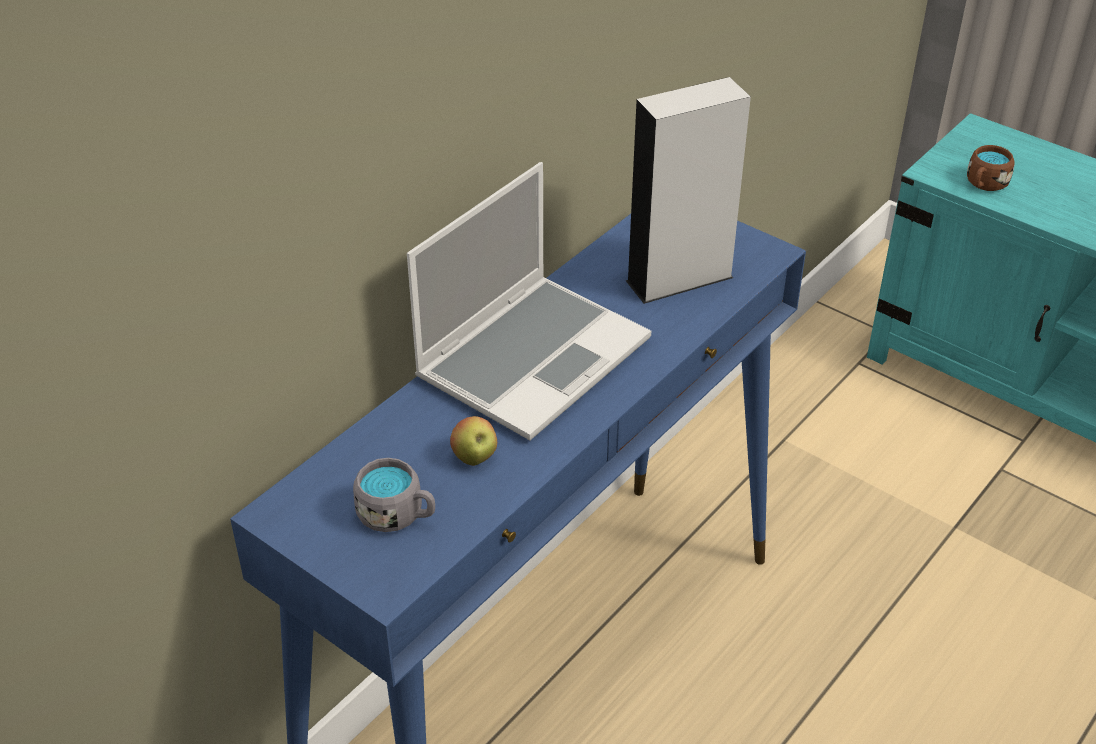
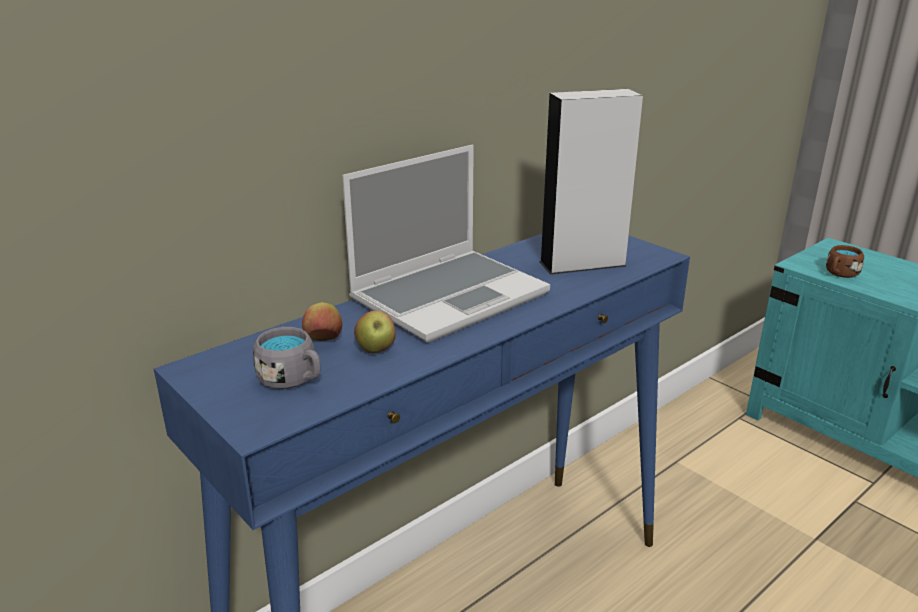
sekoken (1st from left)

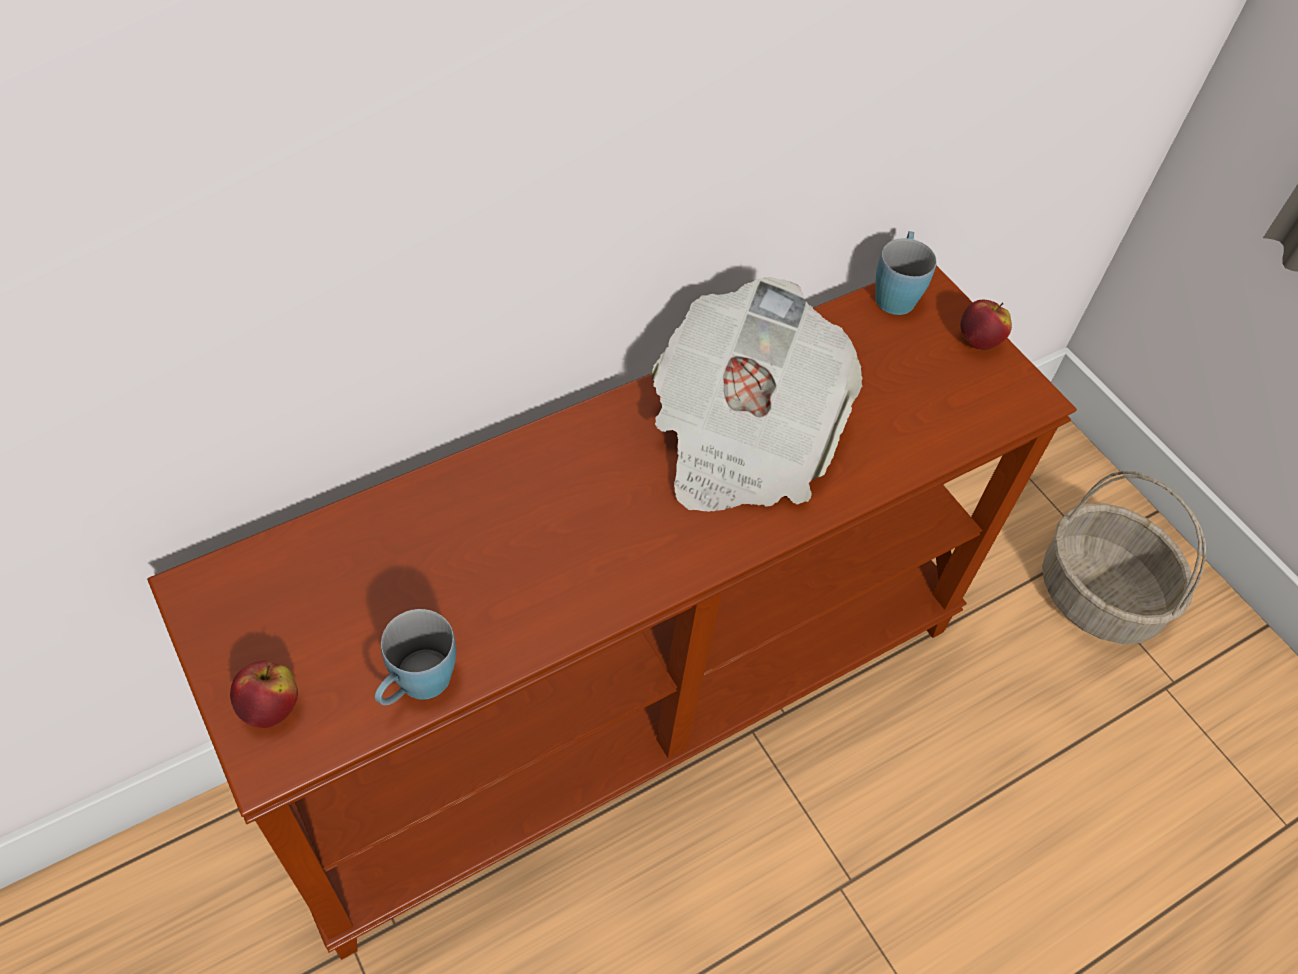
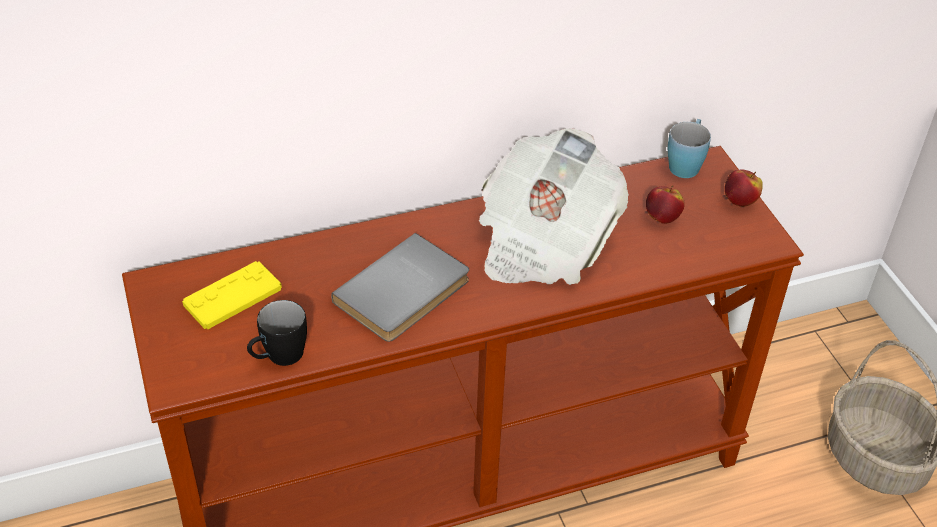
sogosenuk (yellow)
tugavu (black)
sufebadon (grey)
sekoken (1st from left)

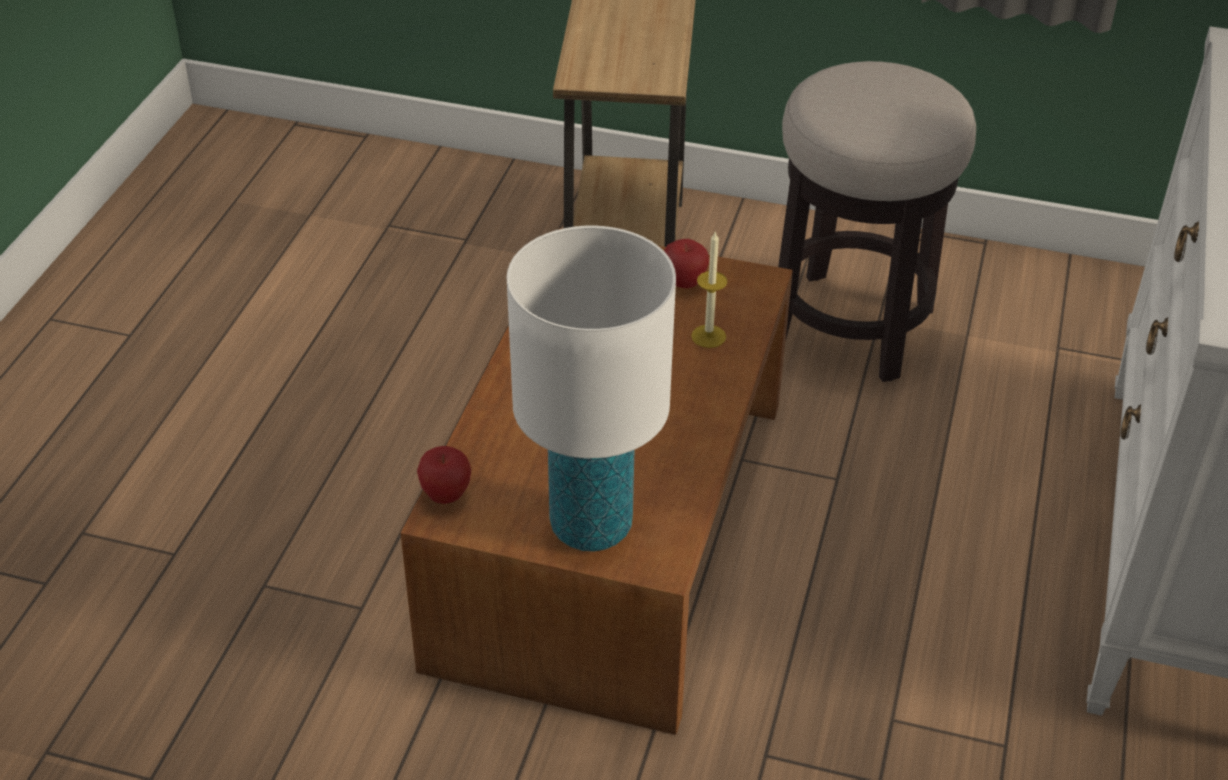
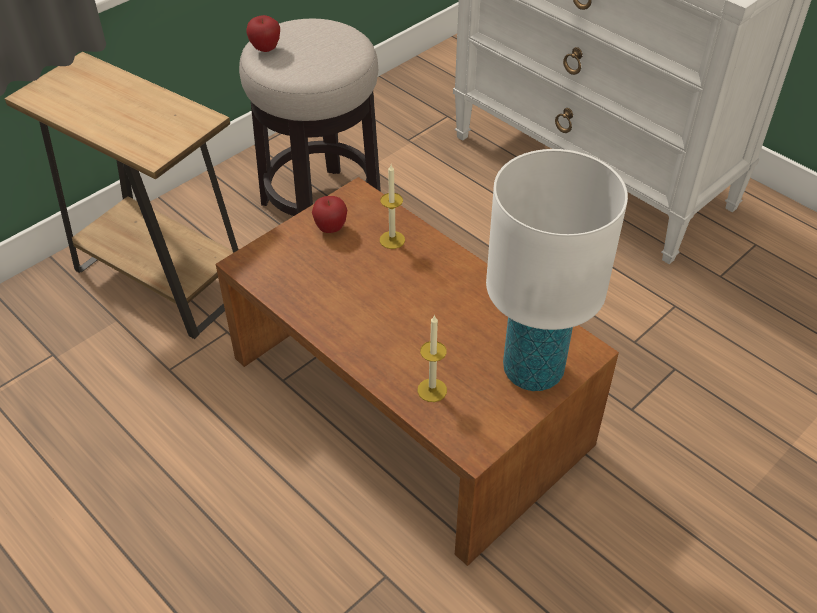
sekoken (1st from left)
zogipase (2nd from left)

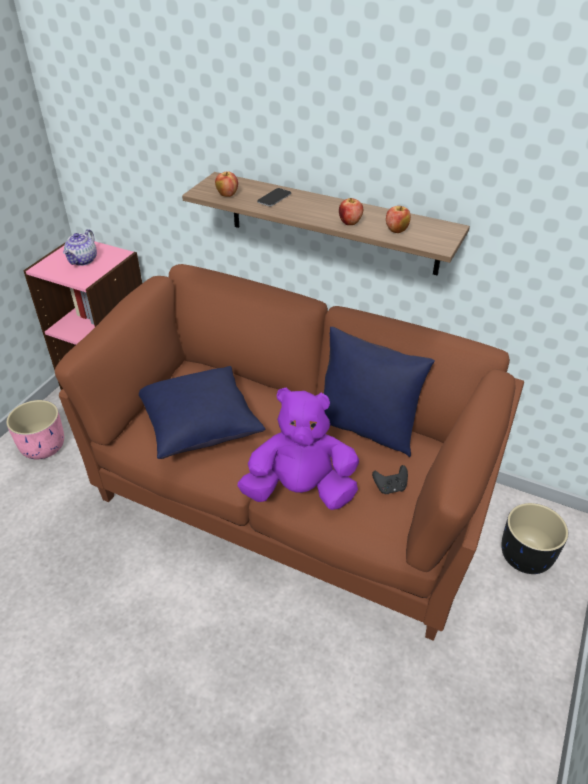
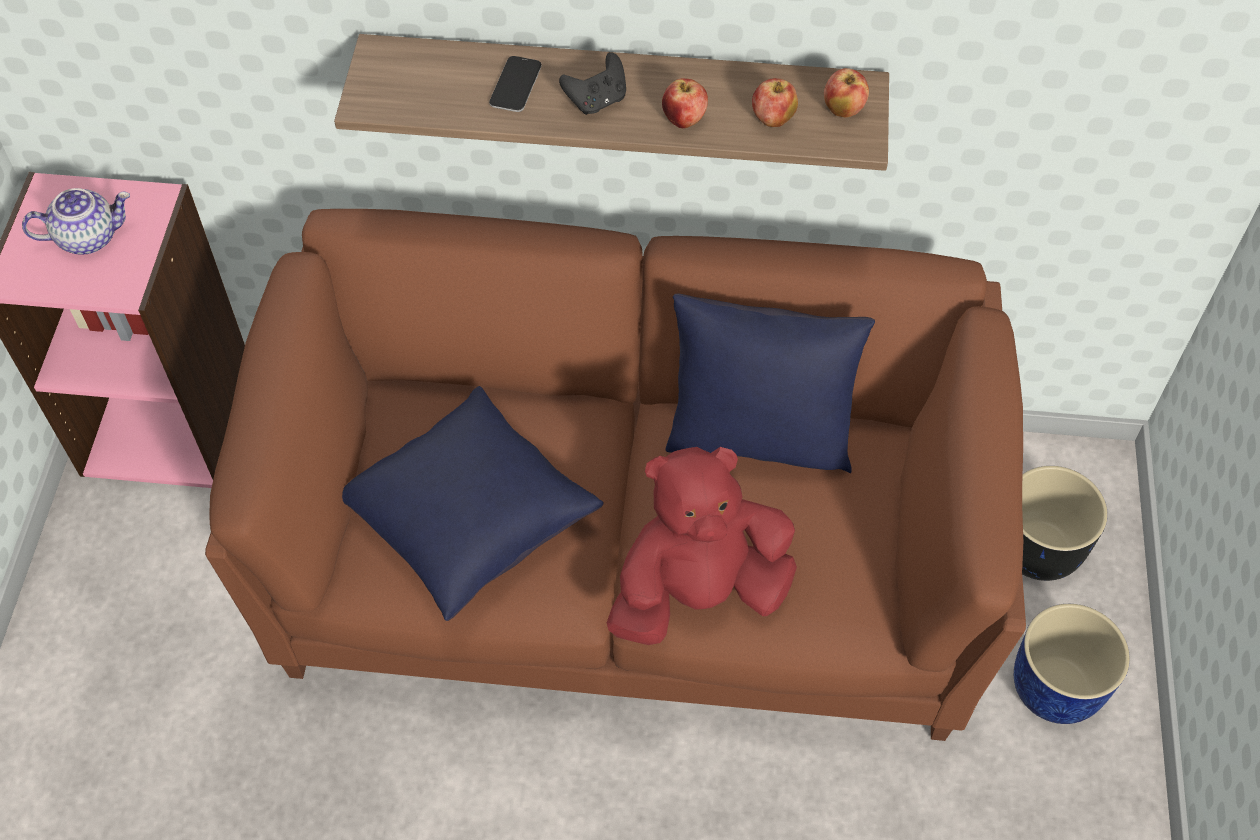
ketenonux
sogosenuk (black)
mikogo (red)
sekoken (3rd from left)
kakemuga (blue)
kakemuga (pink)

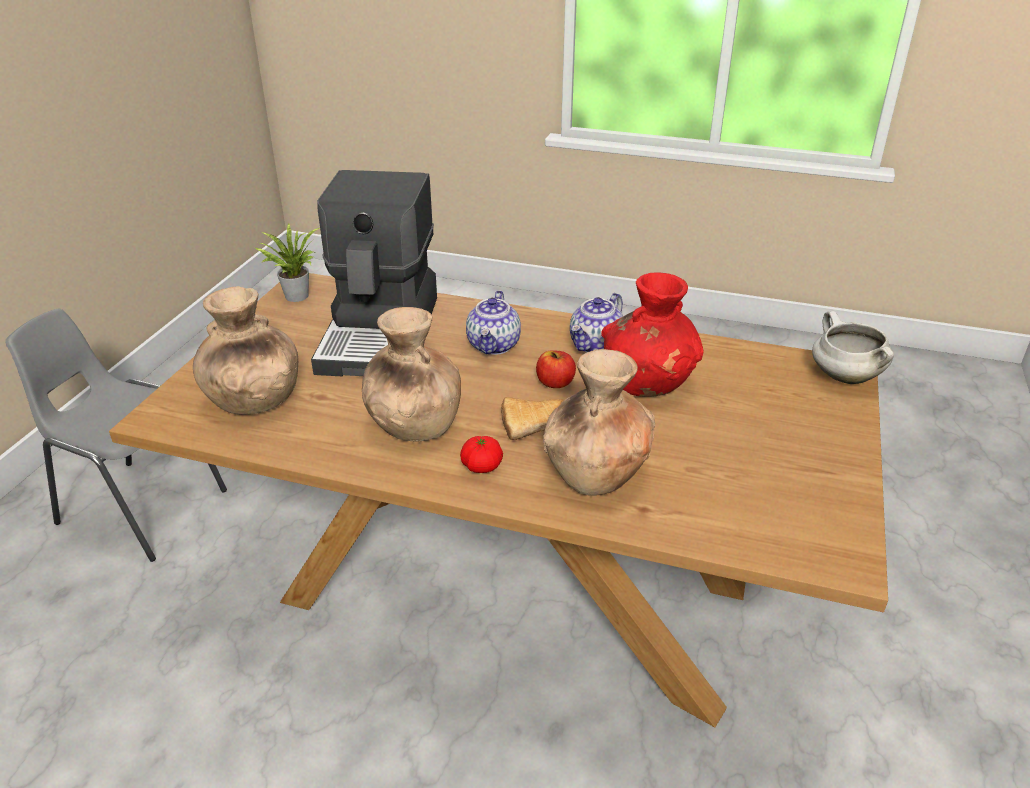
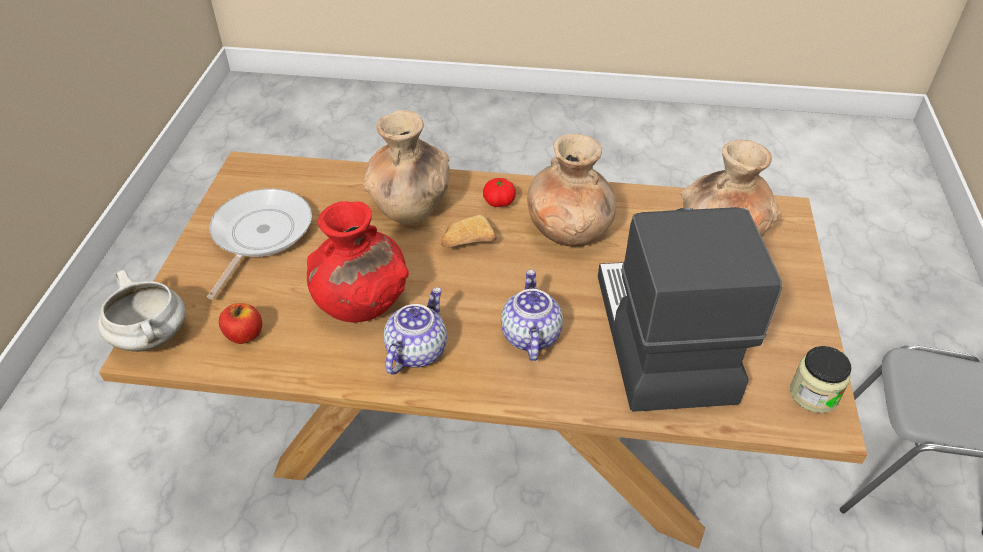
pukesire
sekoken
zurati

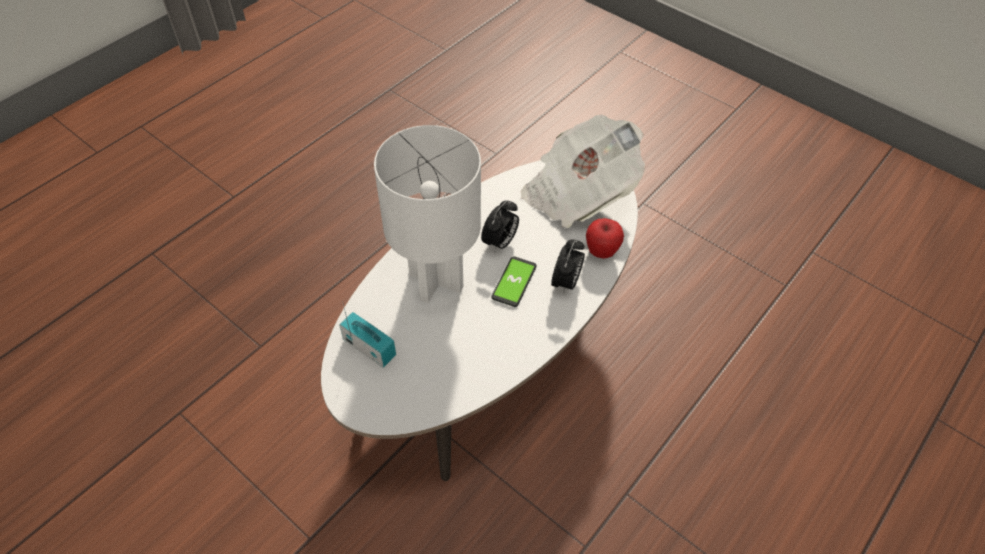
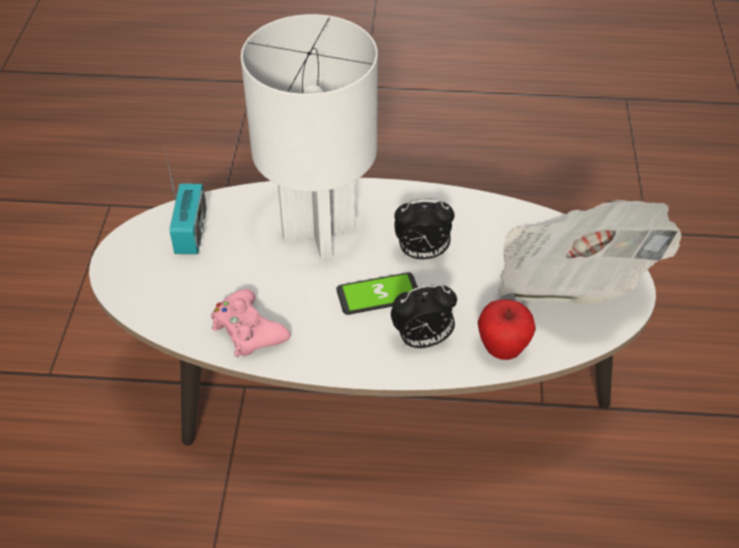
sogosenuk (pink)

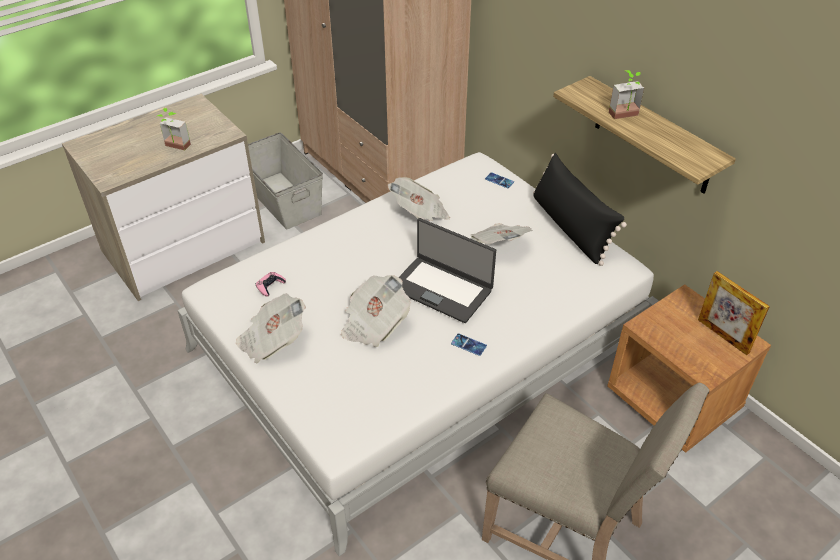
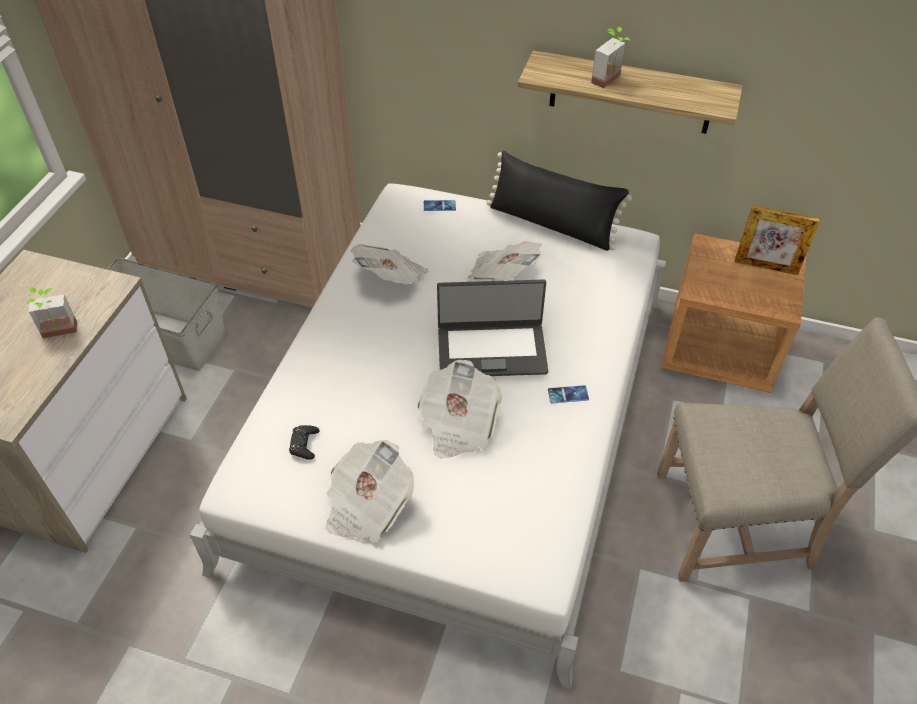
sogosenuk (black)

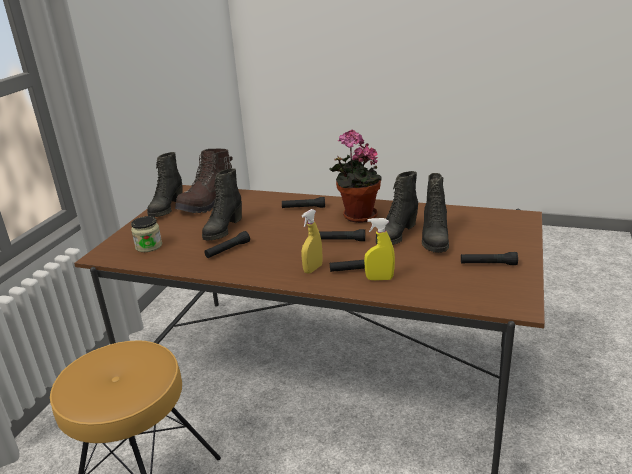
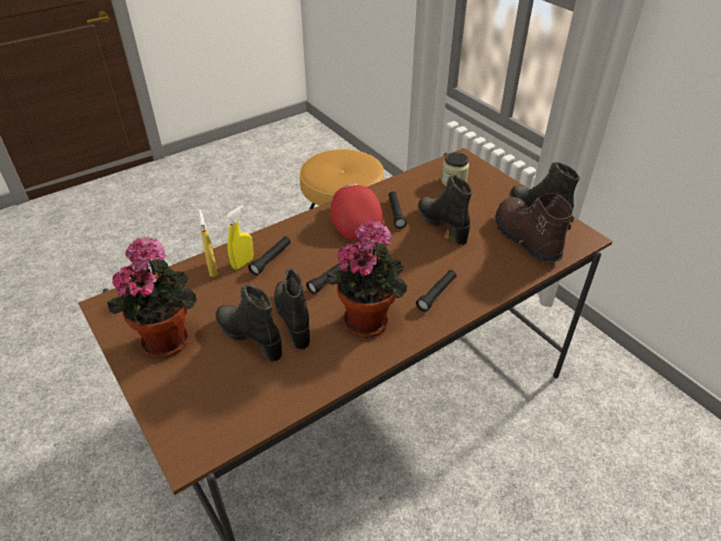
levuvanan (1st from left)
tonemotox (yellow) (1st from left)
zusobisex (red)

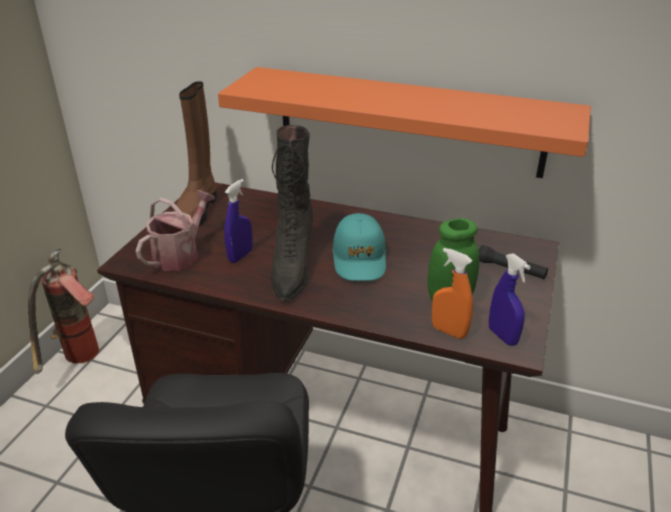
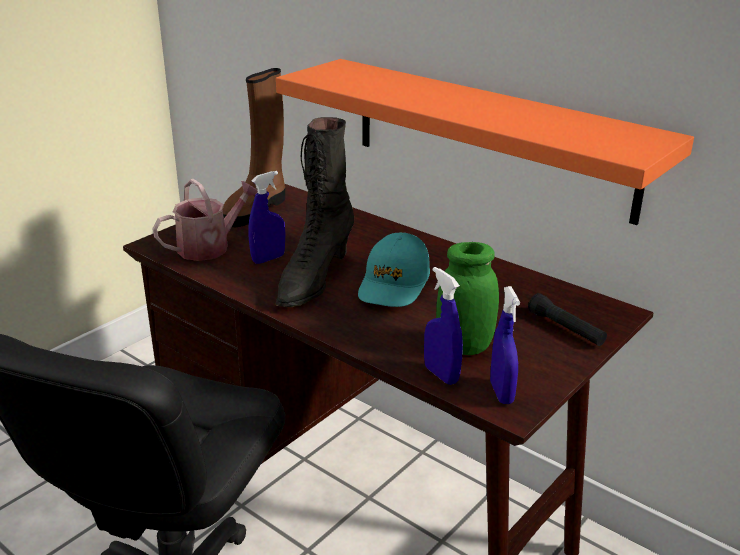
tonemotox (blue) (2nd from left)
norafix

